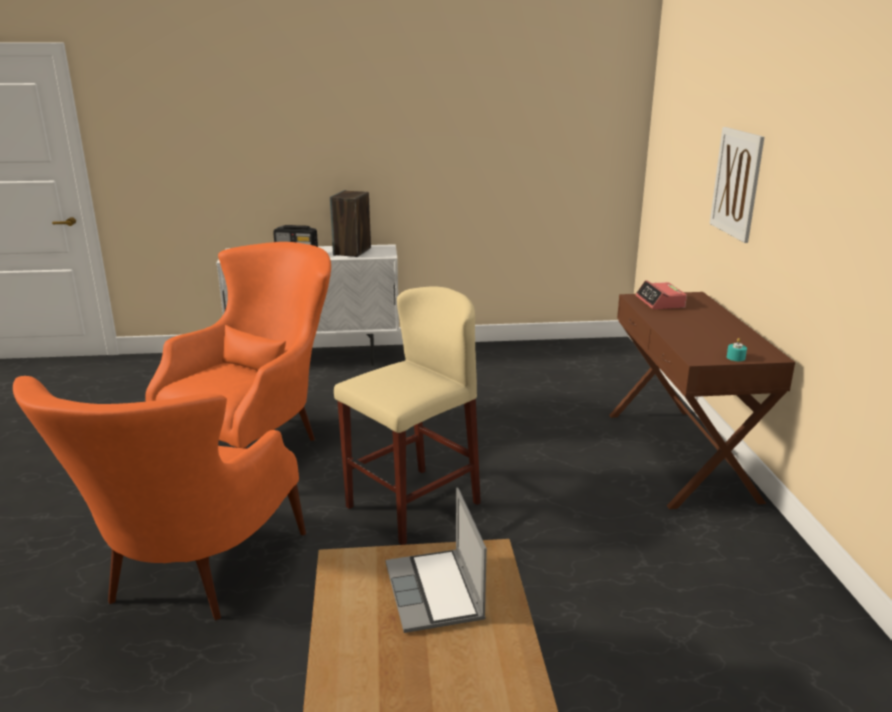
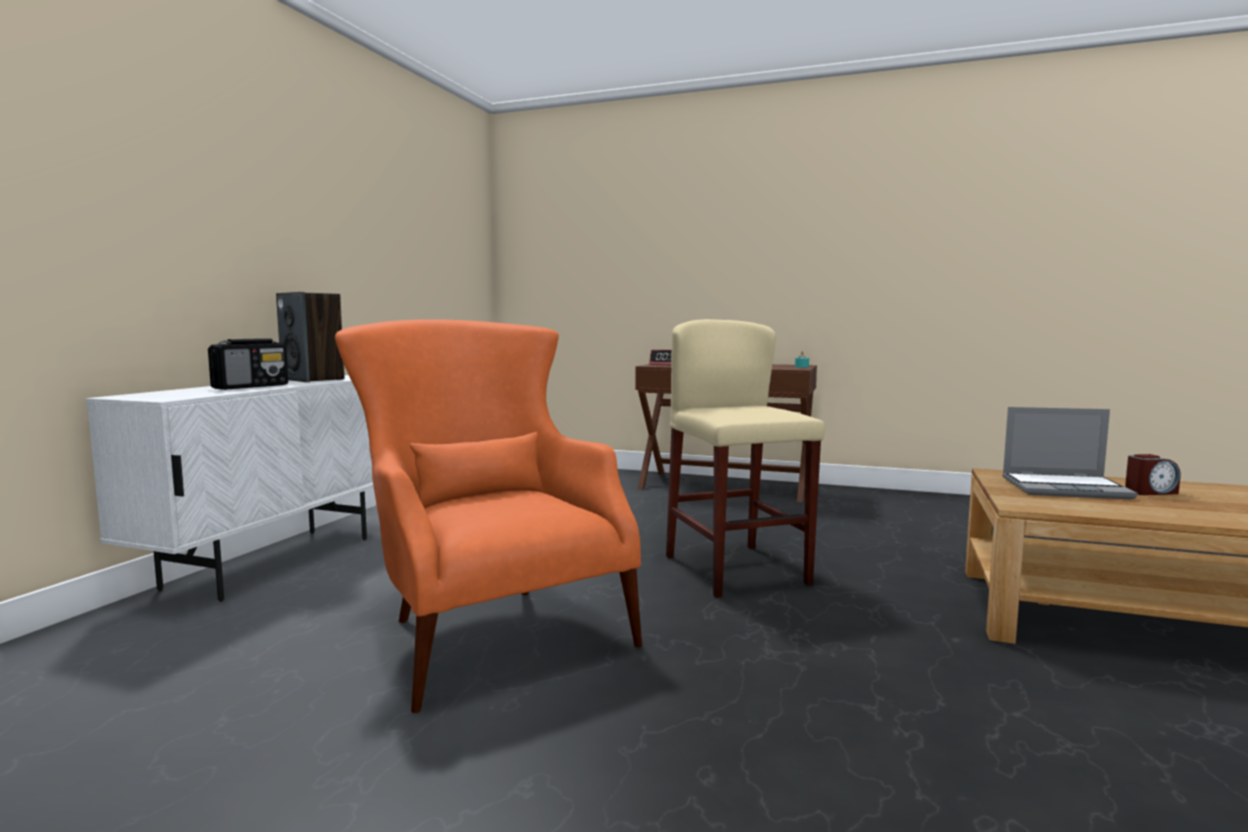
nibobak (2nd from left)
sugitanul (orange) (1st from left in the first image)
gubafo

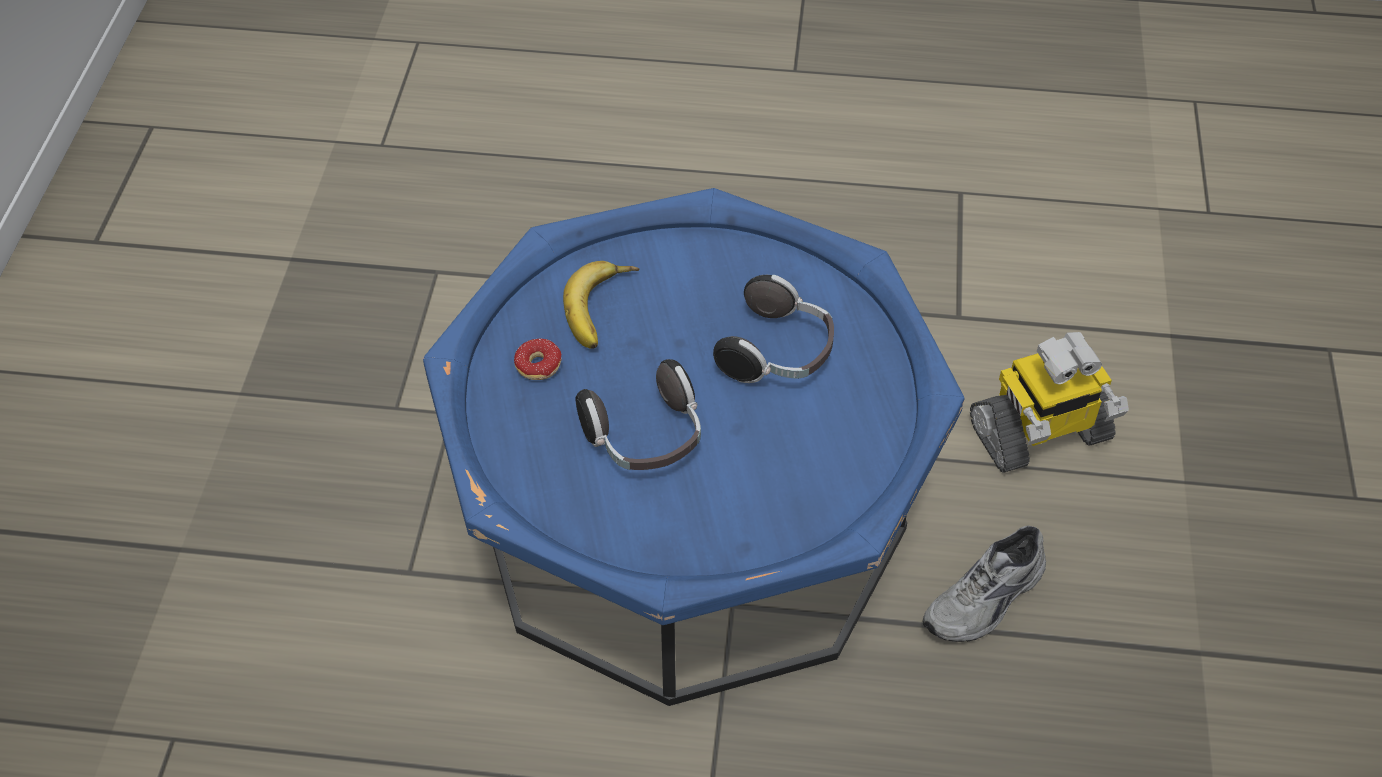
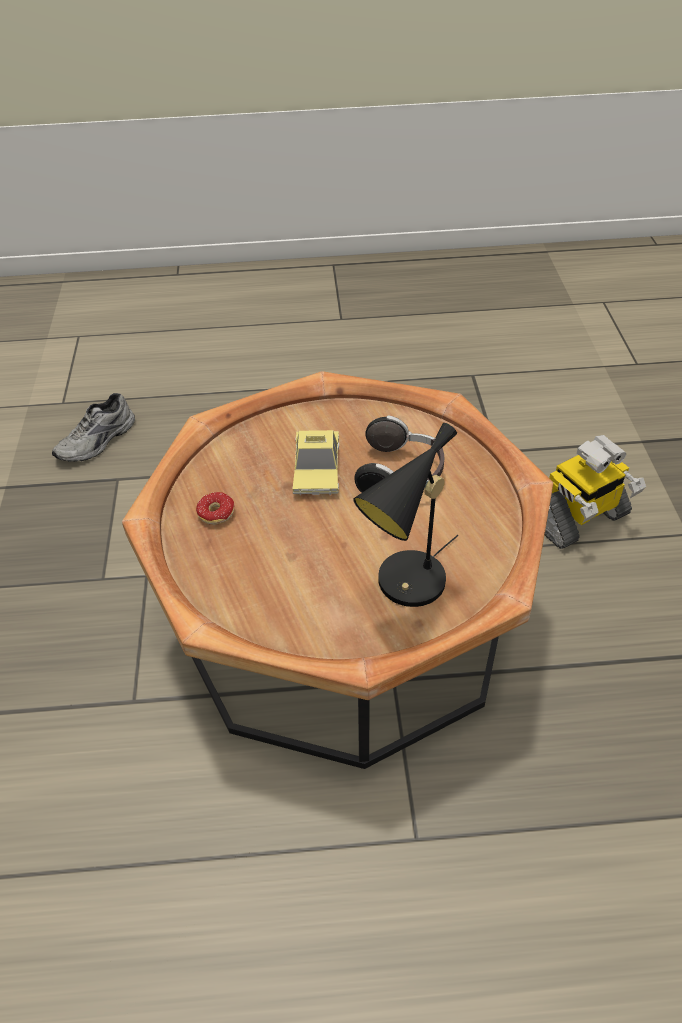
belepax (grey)
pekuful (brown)
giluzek
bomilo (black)
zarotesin
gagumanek (1st from left in the first image)

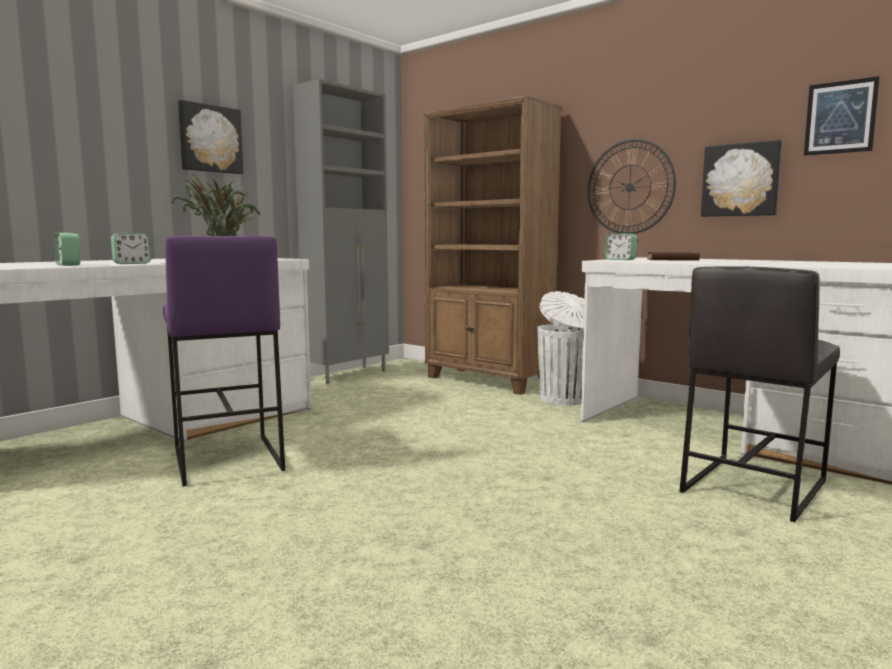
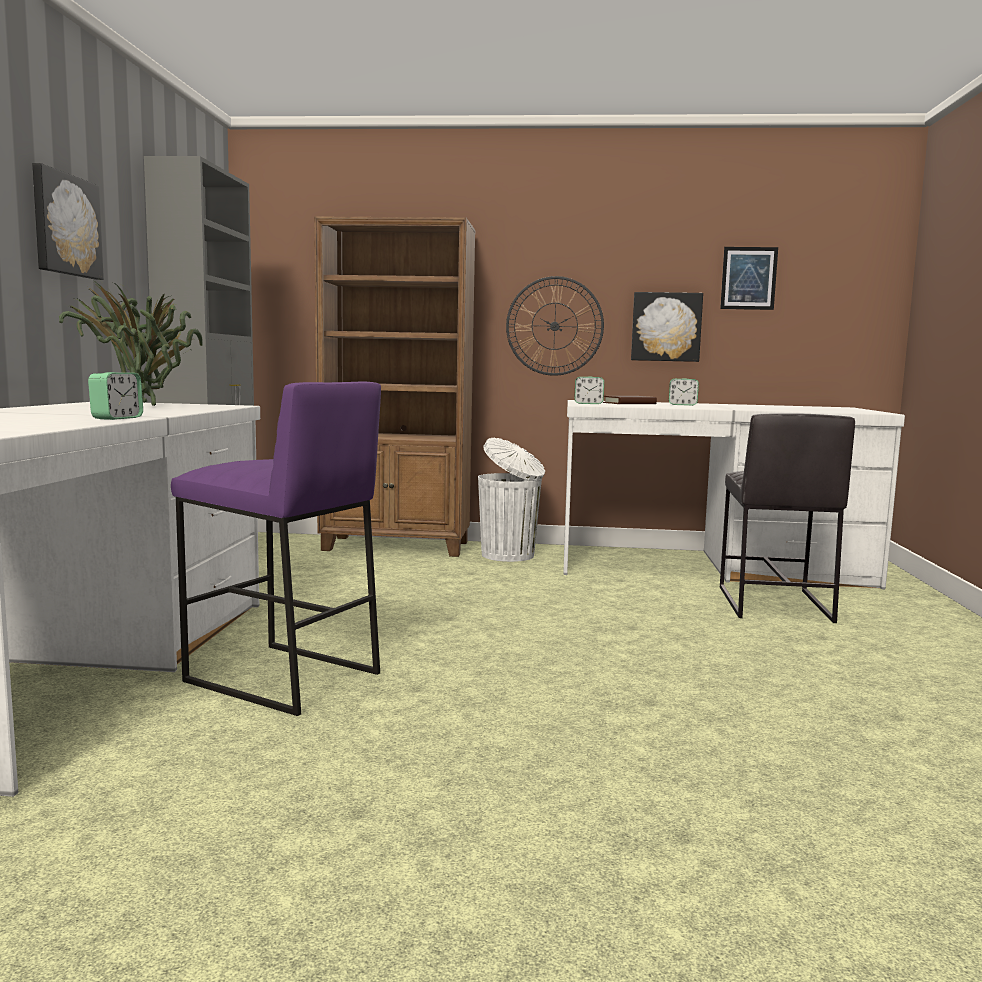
nibobak (3rd from left)

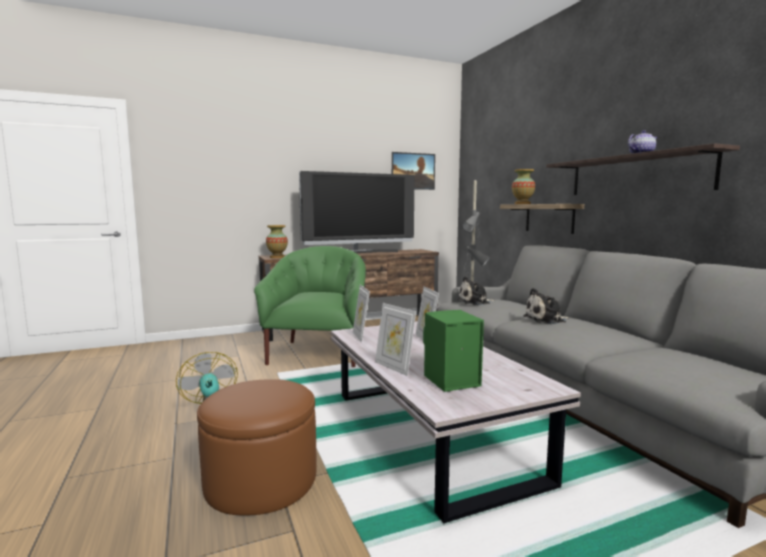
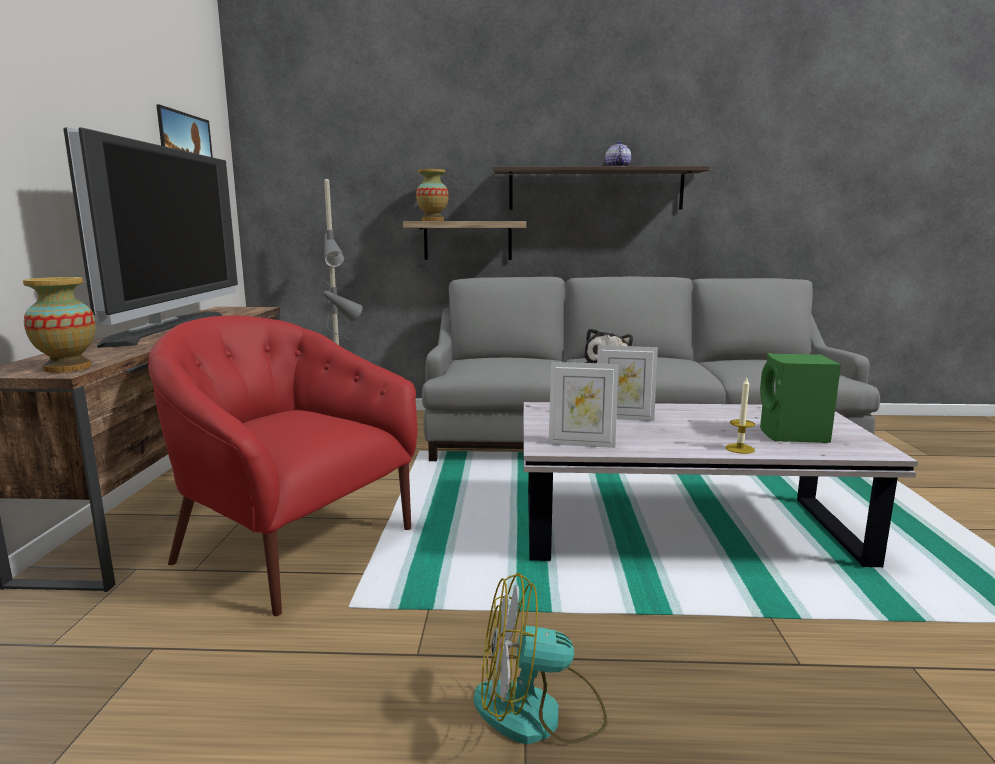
sugitanul (red)
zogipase
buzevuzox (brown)
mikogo (1st from left in the first image)

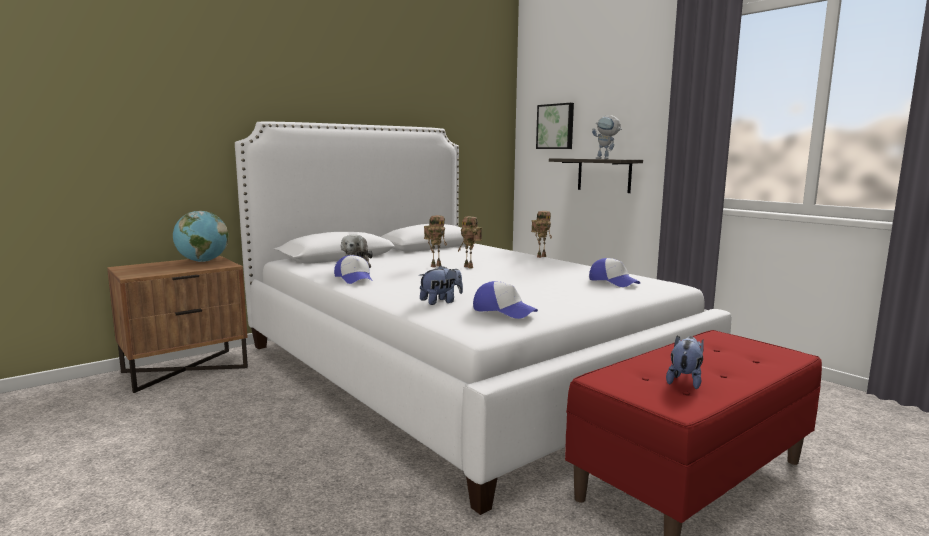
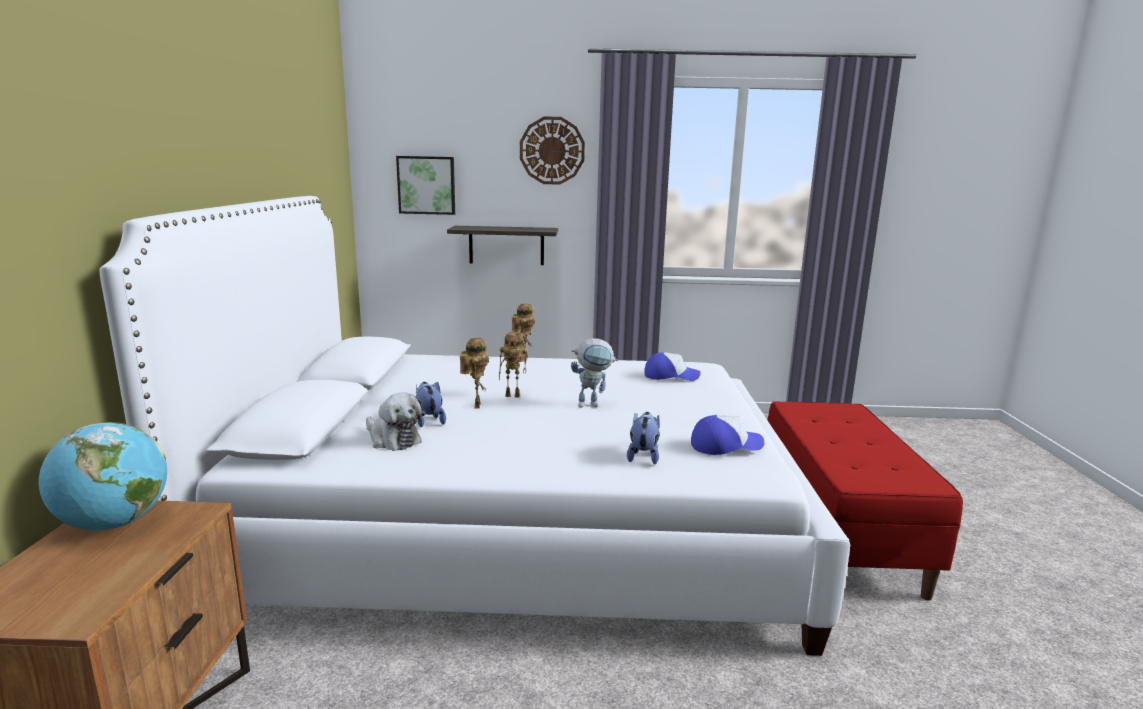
mikogo (2nd from left)
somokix
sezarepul (4th from left)
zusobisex (1st from left in the first image)

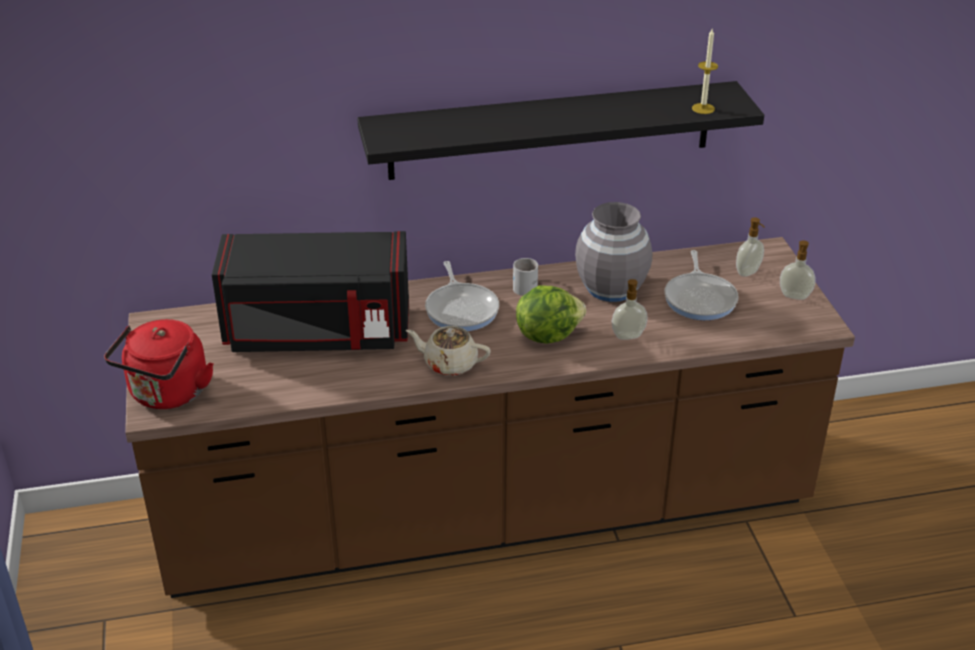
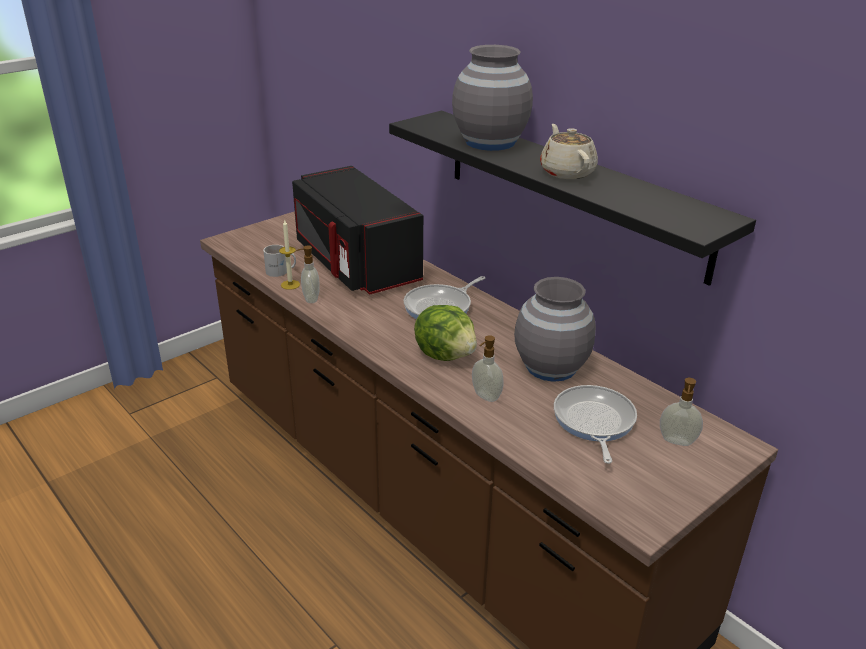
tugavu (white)
zogipase
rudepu (1st from left)
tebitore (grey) (1st from left)
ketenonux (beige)
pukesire (2nd from left)
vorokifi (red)

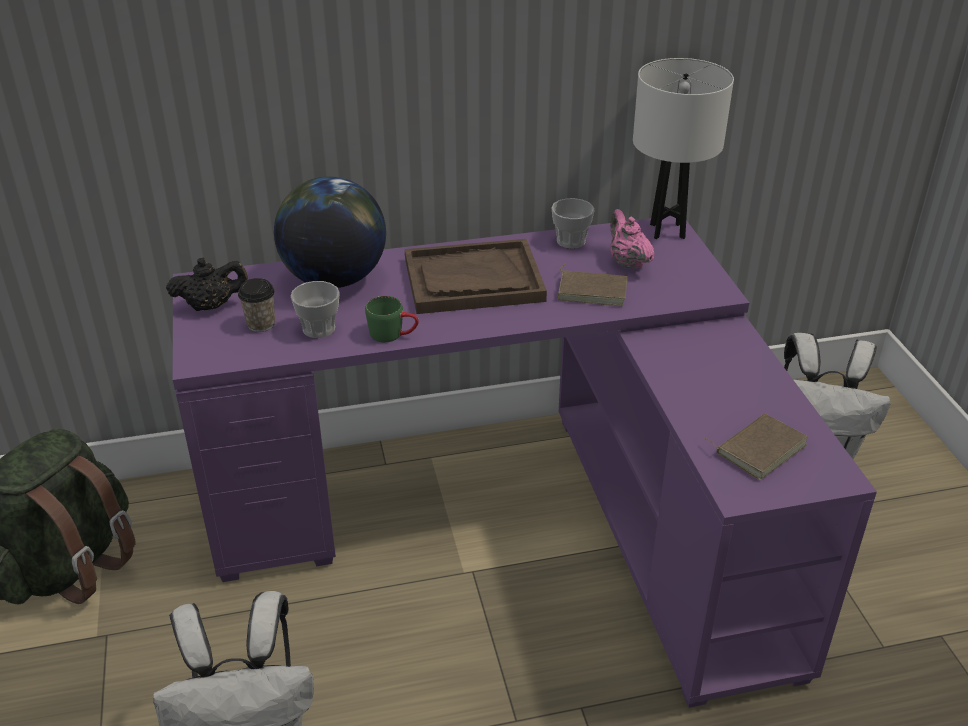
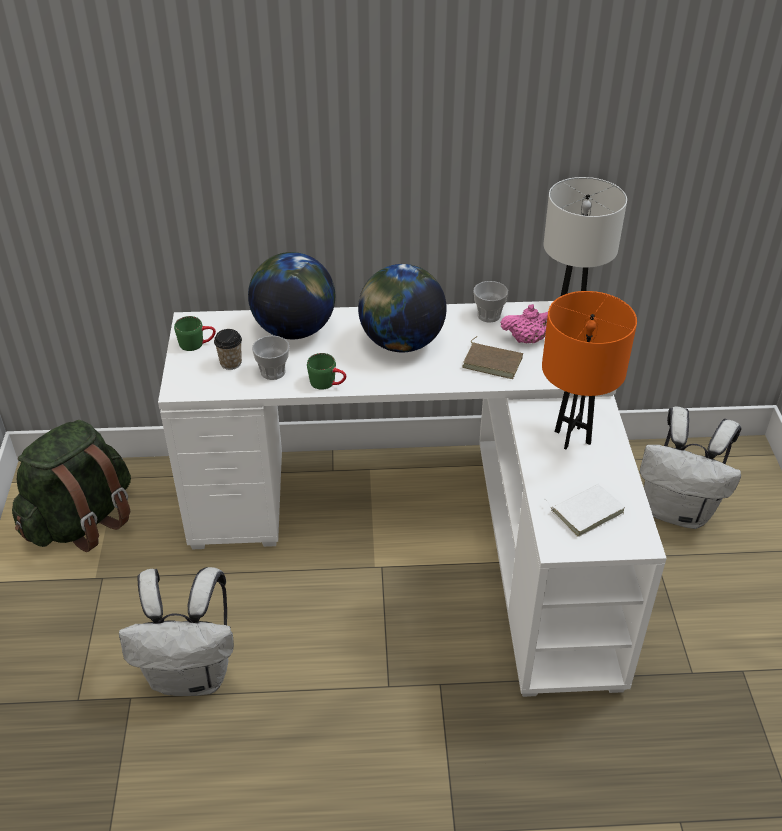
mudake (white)
tugavu (green) (1st from left)
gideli (2nd from left)
ketenonux (pink)
bomilo (orange)
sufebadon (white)

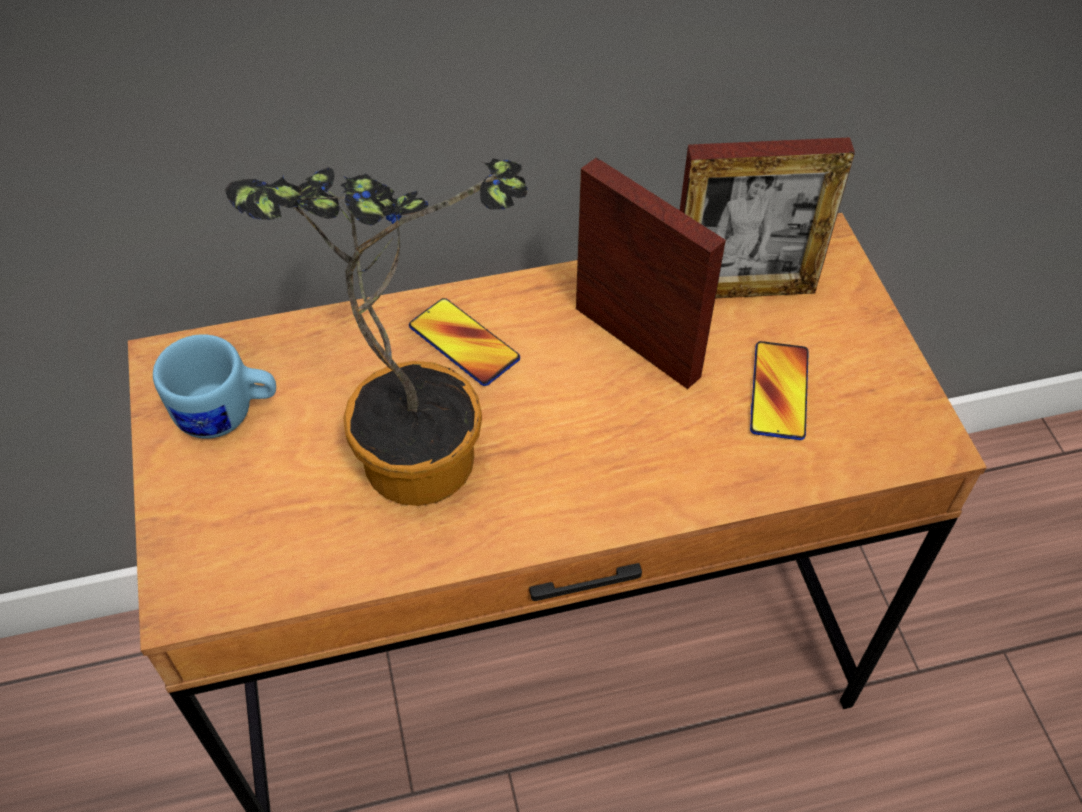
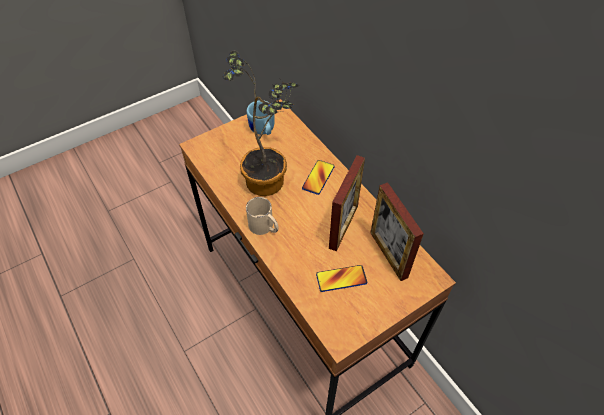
tugavu (beige)

